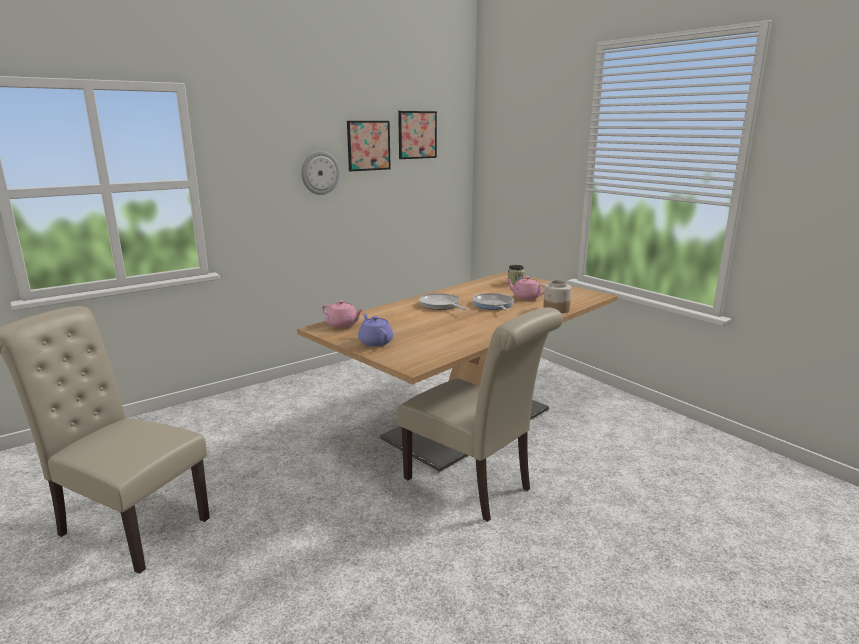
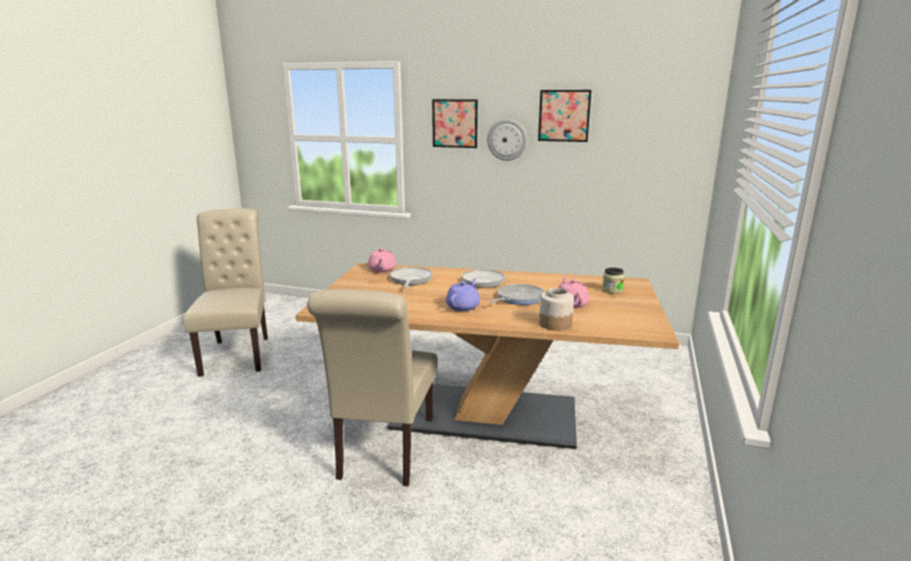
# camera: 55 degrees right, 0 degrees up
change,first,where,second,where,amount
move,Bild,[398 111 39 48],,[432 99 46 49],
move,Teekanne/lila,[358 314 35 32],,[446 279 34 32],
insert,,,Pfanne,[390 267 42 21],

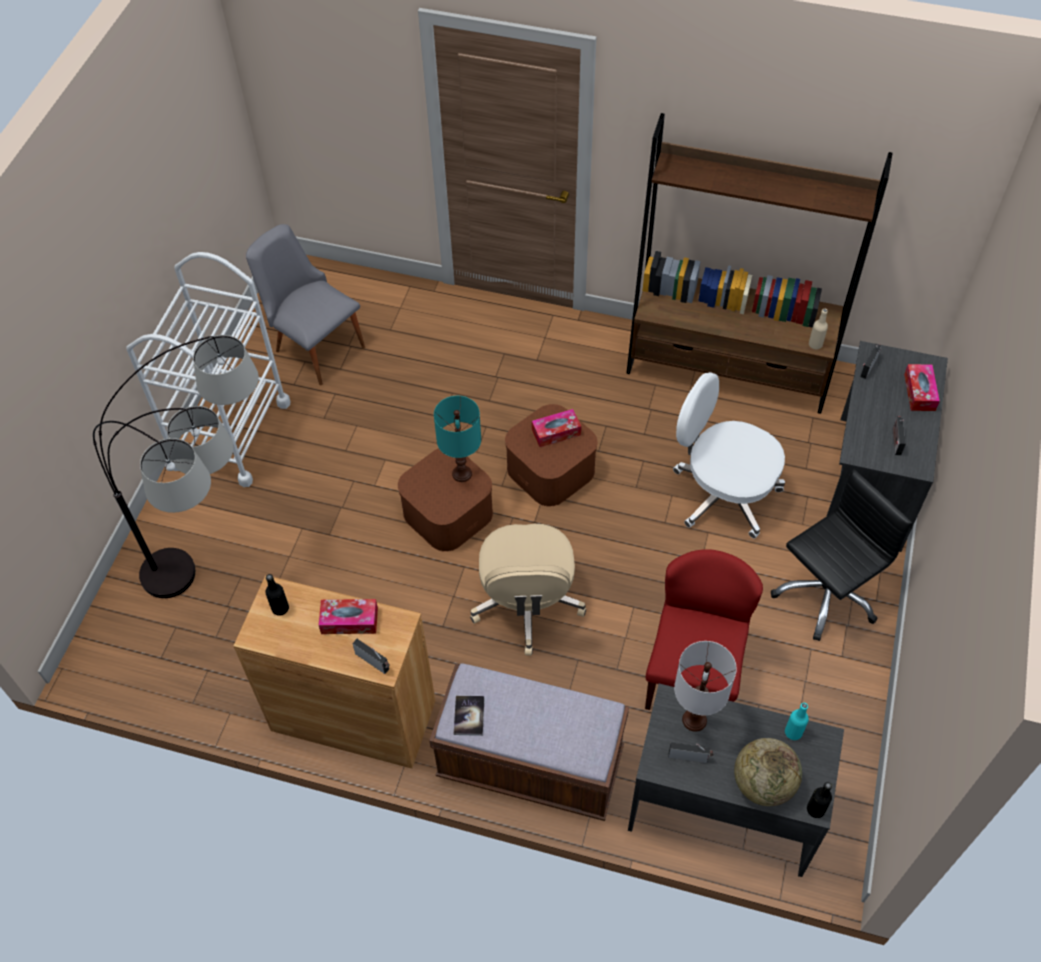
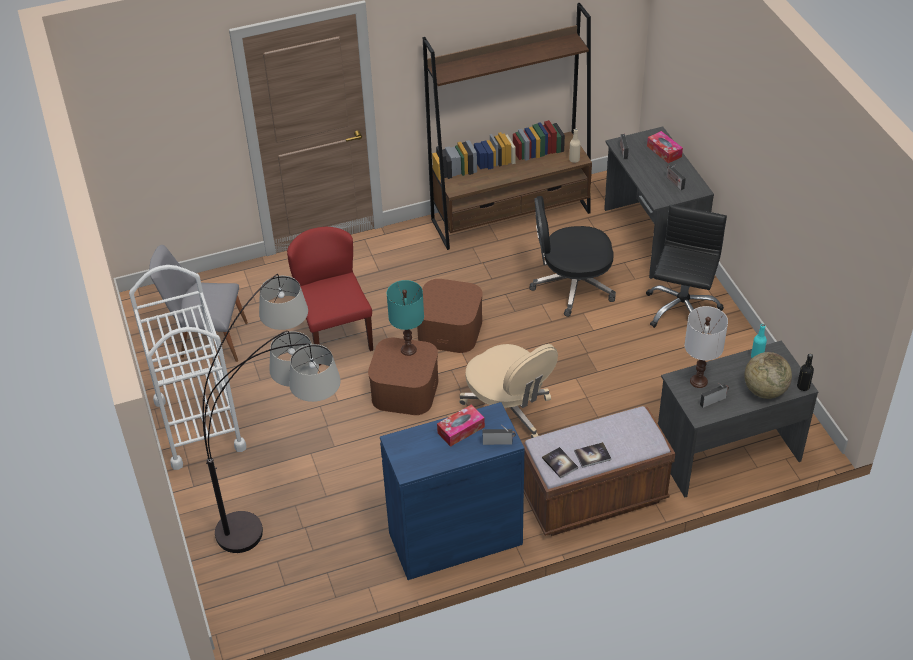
# camera: 35 degrees left, 10 degrees down
change,first,where,second,where,amount
recolor,Bürostuhl/weiß,[673 372 112 167],Bürostuhl/schwarz,[529 196 87 121],
delete,Taschentuchbox,[532 409 49 38],,,
move,Stuhl/rot,[645 549 118 161],,[287 227 86 139],
delete,Flasche/schwarz,[265 574 24 42],,,
recolor,Schrank/braun,[234 575 201 194],Schrank/blau,[380 402 144 178],
insert,,,Buch,[574 442 37 26],

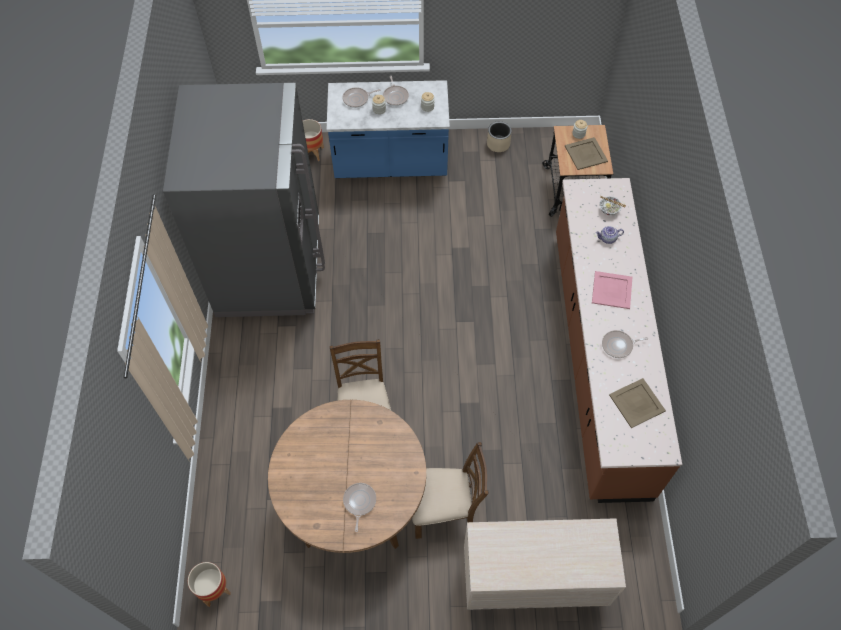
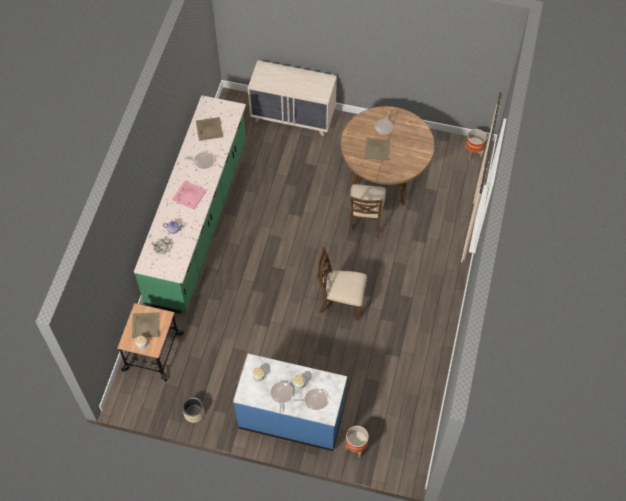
# camera: 165 degrees left, 0 degrees up
change,first,where,second,where,amount
delete,Kühlschrank/grau,[163 83 162 234],,,
recolor,Küchenzeile/braun,[556 178 126 325],Küchenzeile/grün,[134 95 112 219],
move,Stuhl/braun,[412 442 77 97],,[317 247 50 73],
insert,,,Tablett/beige,[364 138 26 22],

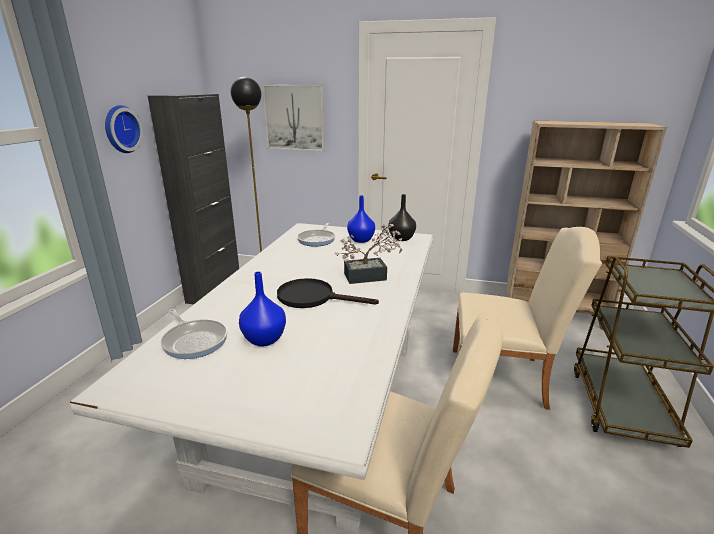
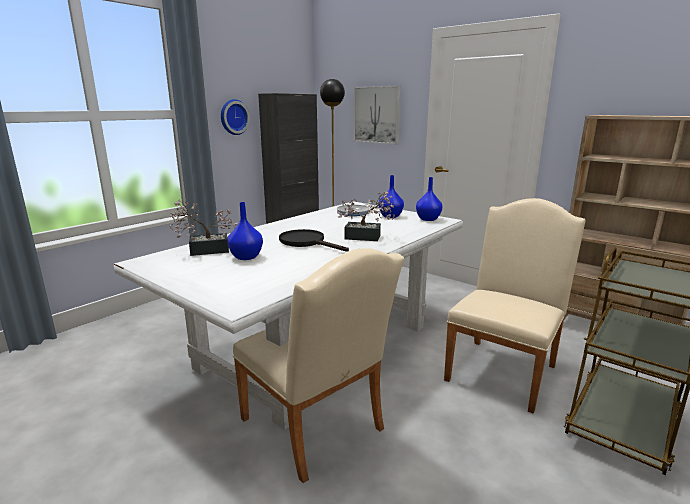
# camera: 25 degrees right, 5 degrees down
change,first,where,second,where,amount
recolor,Vase/schwarz,[388 194 28 47],Vase/blau,[416 177 26 44],
rotate,Stuhl/beige,[453 227 149 183],,[444 198 141 216],90 degrees counterclockwise
replace,Pfanne,[161 309 67 50],Topfpflanze,[170 200 68 56],

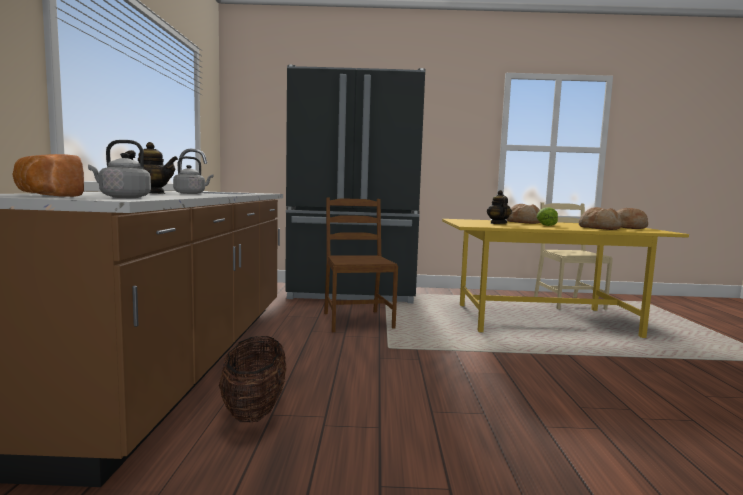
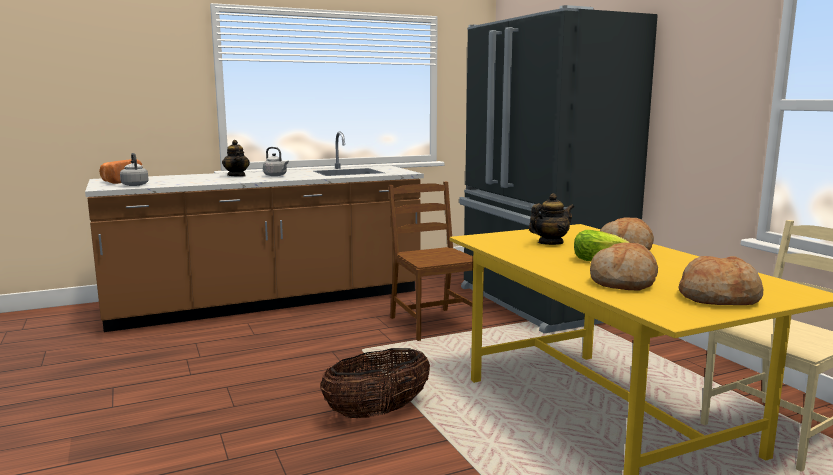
# camera: 65 degrees right, 5 degrees up
change,first,where,second,where,amount
rotate,Stuhl/braun,[324 198 74 134],,[389 182 95 159],75 degrees counterclockwise
move,Korb,[219 336 67 86],,[320 348 110 70],

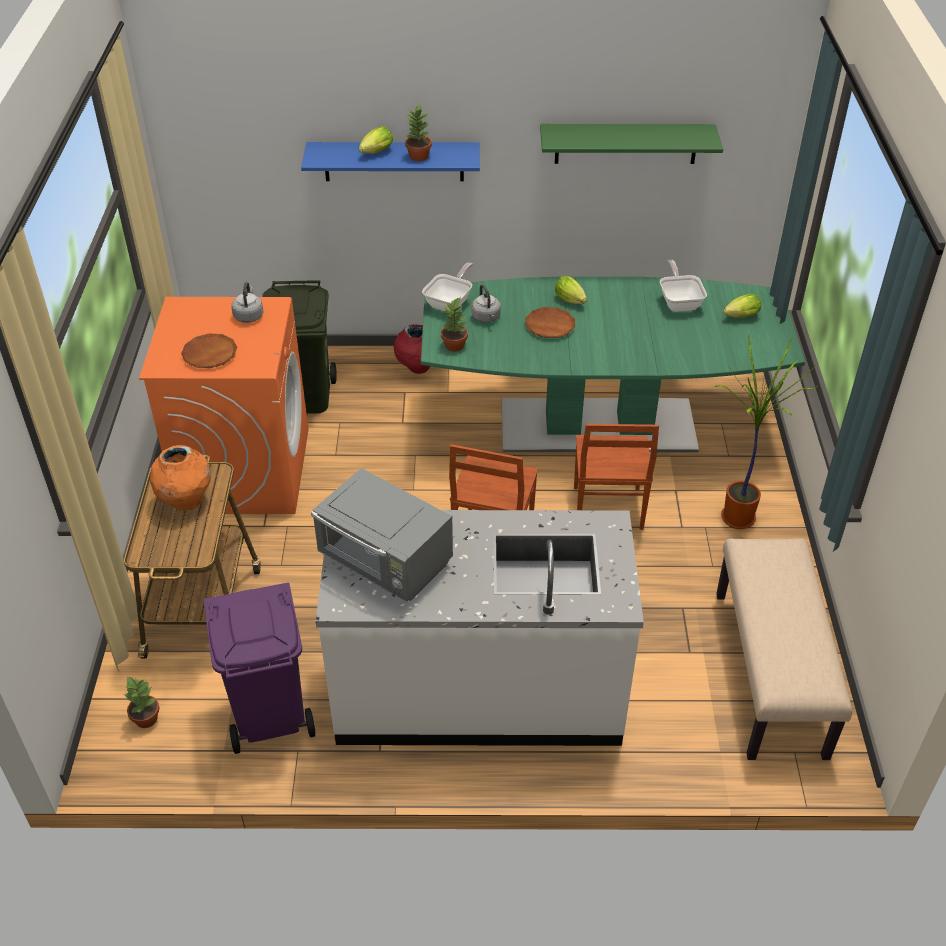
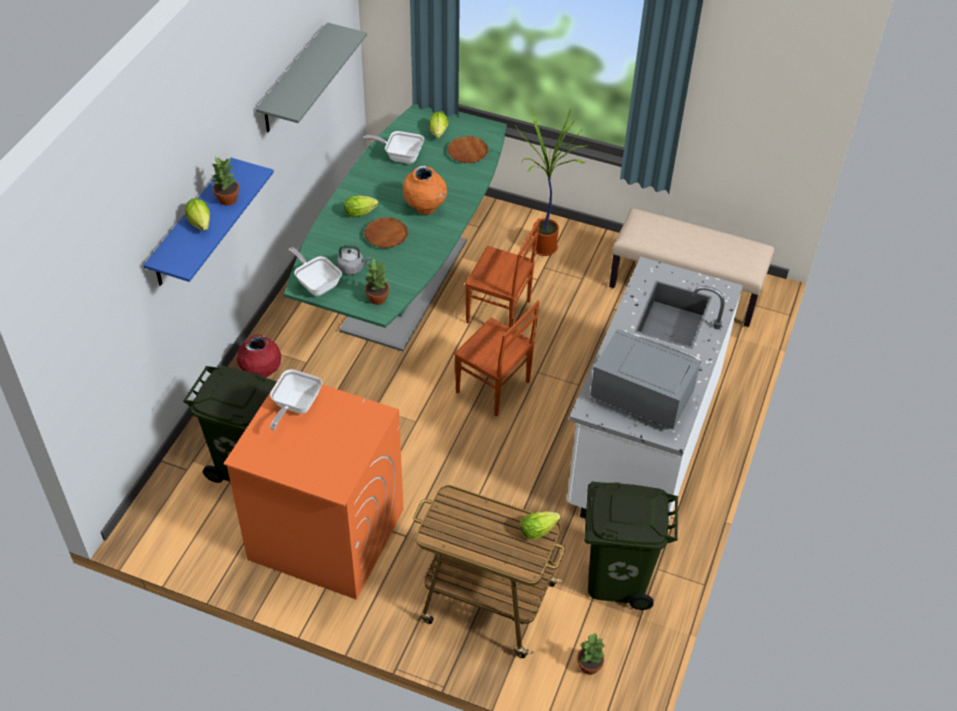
# camera: 70 degrees left, 5 degrees up
change,first,where,second,where,amount
recolor,Wandregal/grün,[540 124 183 40],Wandregal/grau,[256 22 111 110],
replace,Wasserkessel/grau,[231 282 32 41],Pfanne,[270 369 52 61],
move,Teller/braun,[181 333 57 35],,[448 136 41 27],
move,Vase/orange,[150 445 61 65],,[403 166 44 49],
rotate,Mikrowelle/grau,[311 468 142 134],,[590 329 112 100],120 degrees counterclockwise
recolor,Mülleimer/lila,[203 583 112 171],Mülleimer/grün,[584 481 94 129],
insert,,,Salatkopf,[520 511 41 28],

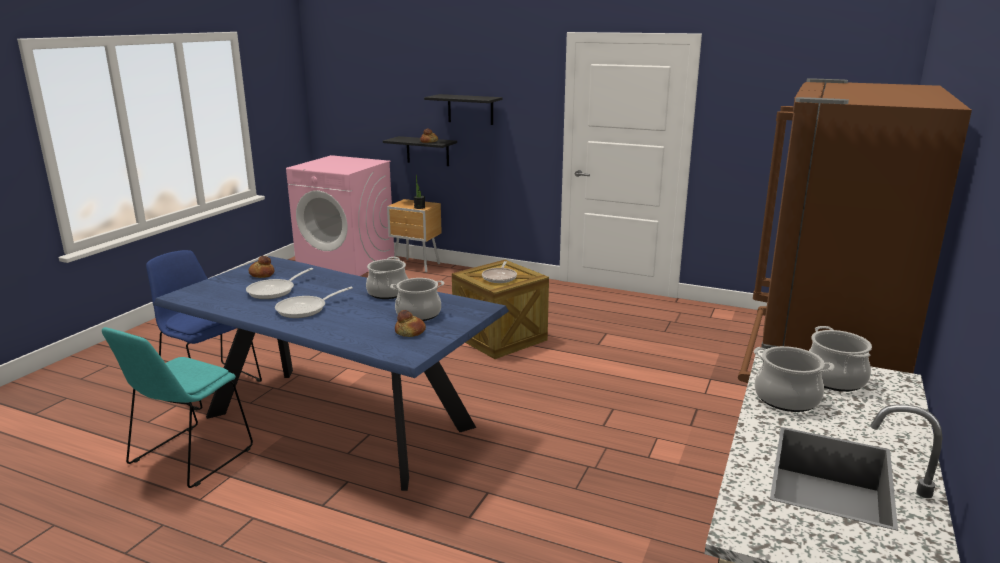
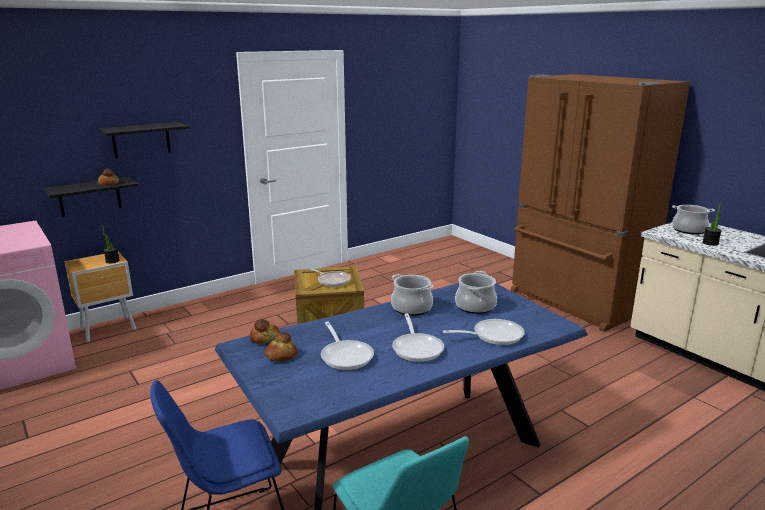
# camera: 60 degrees left, 0 degrees up
change,first,where,second,where,amount
move,Brot,[395 310 31 27],,[249 319 31 25],
replace,Kochtopf,[754 346 80 66],Topfpflanze,[703 203 18 43],
insert,,,Pfanne,[443 319 82 26],

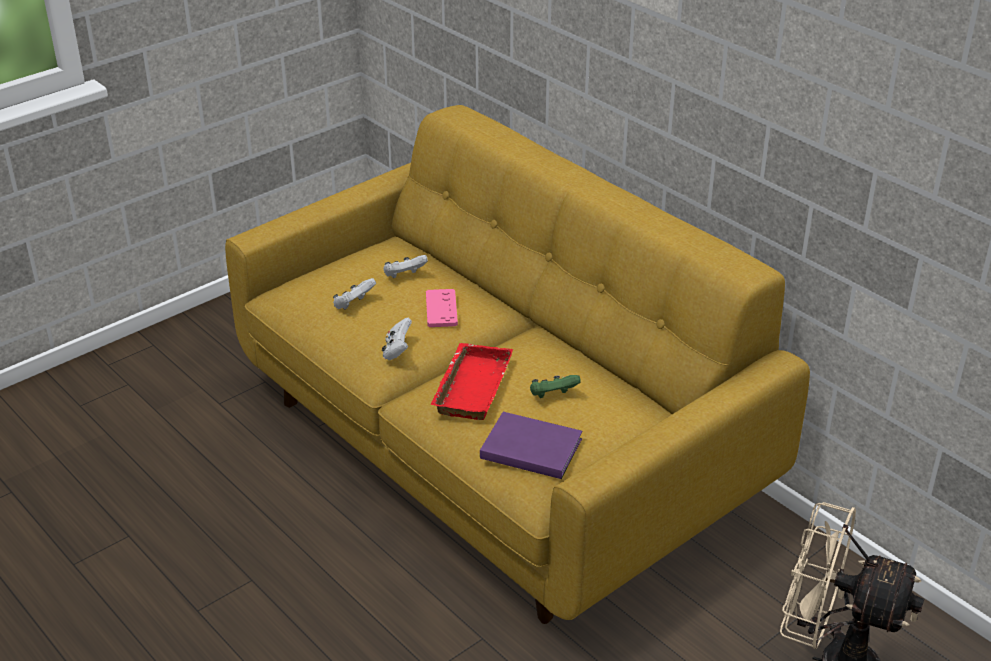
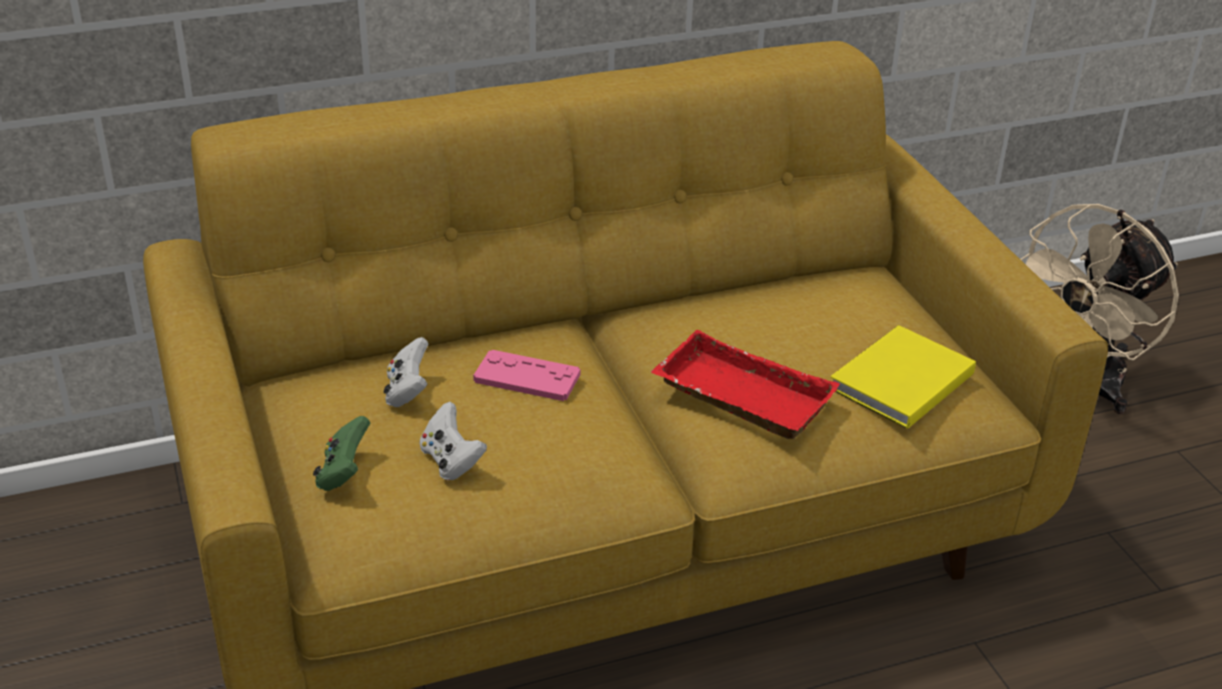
# camera: 70 degrees left, 0 degrees up
change,first,where,second,where,amount
delete,Gamepad/weiß,[382 318 30 42],,,
move,Gamepad/grün,[530 375 51 23],,[313 416 57 75],
recolor,Buch/lila,[480 412 102 67],Buch/gelb,[831 325 145 104],

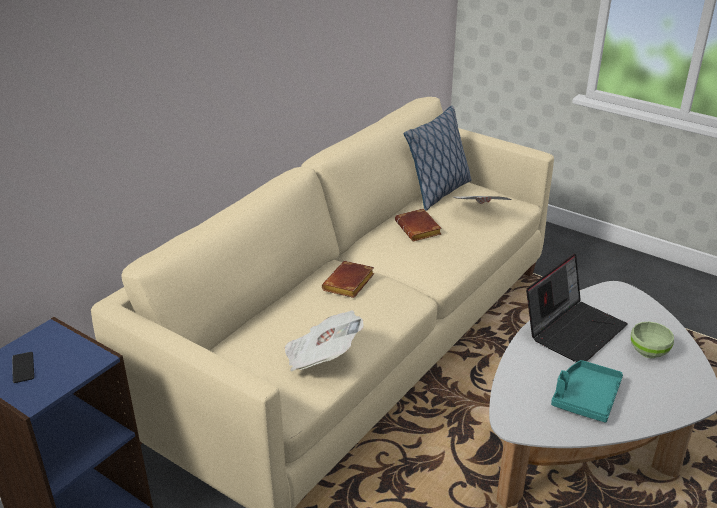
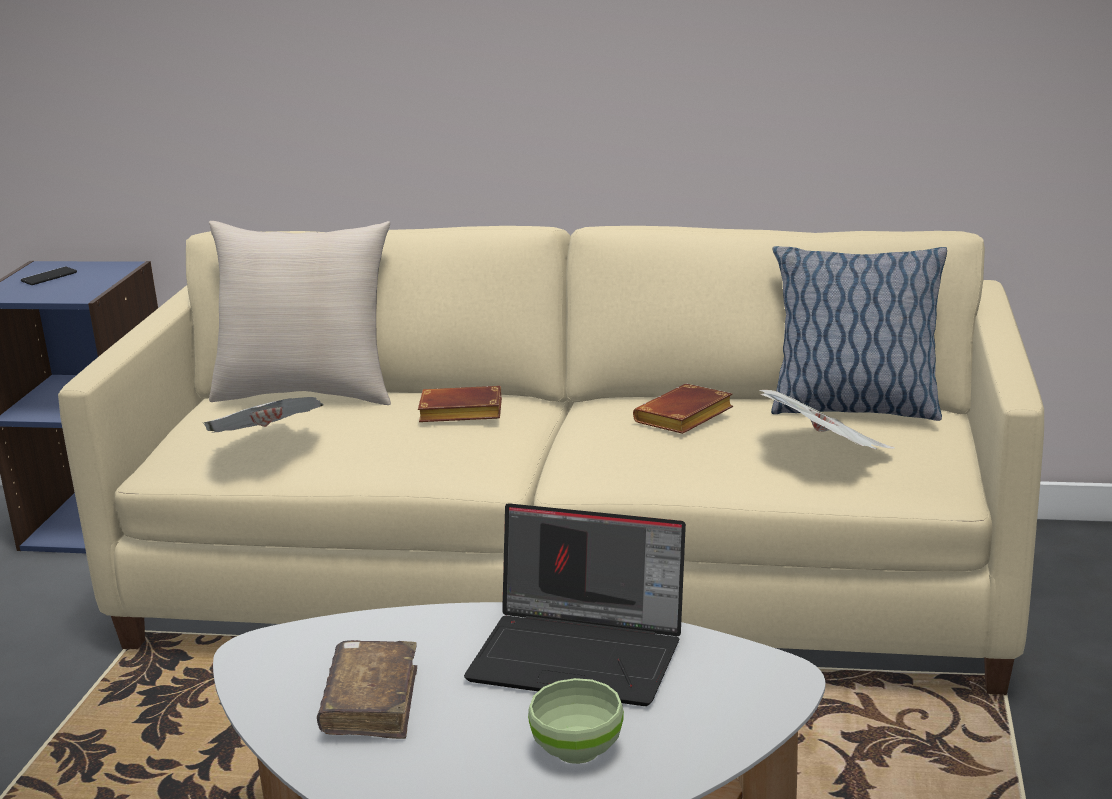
# camera: 65 degrees right, 10 degrees down
change,first,where,second,where,amount
replace,Tablett/türkis,[551 360 72 62],Buch/braun,[317 640 100 99],
insert,,,Kissen/beige,[209 221 182 184],

